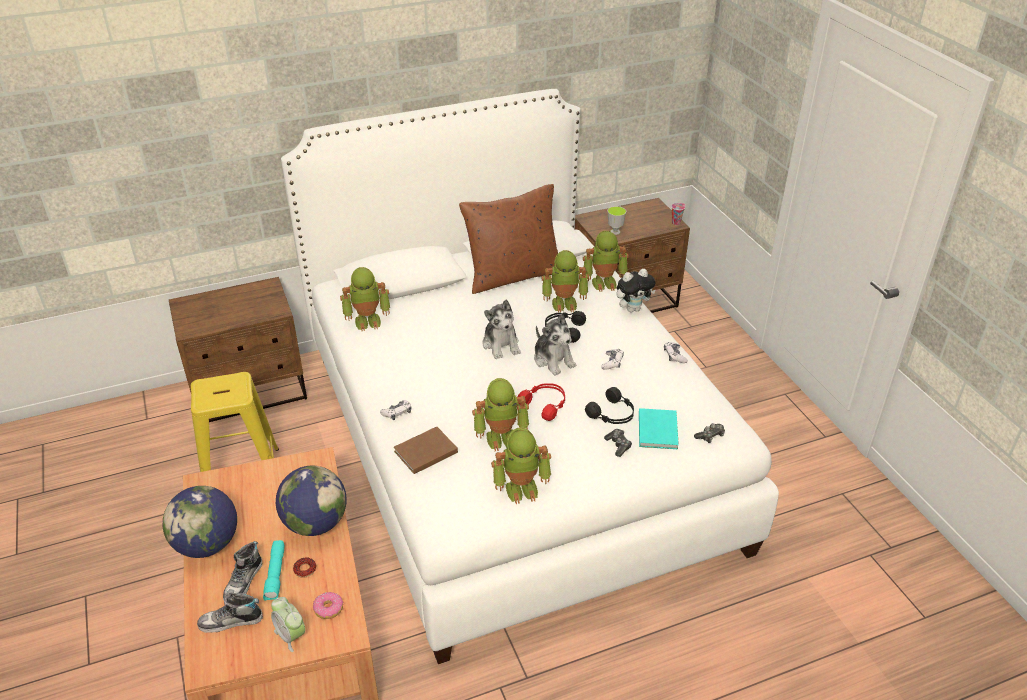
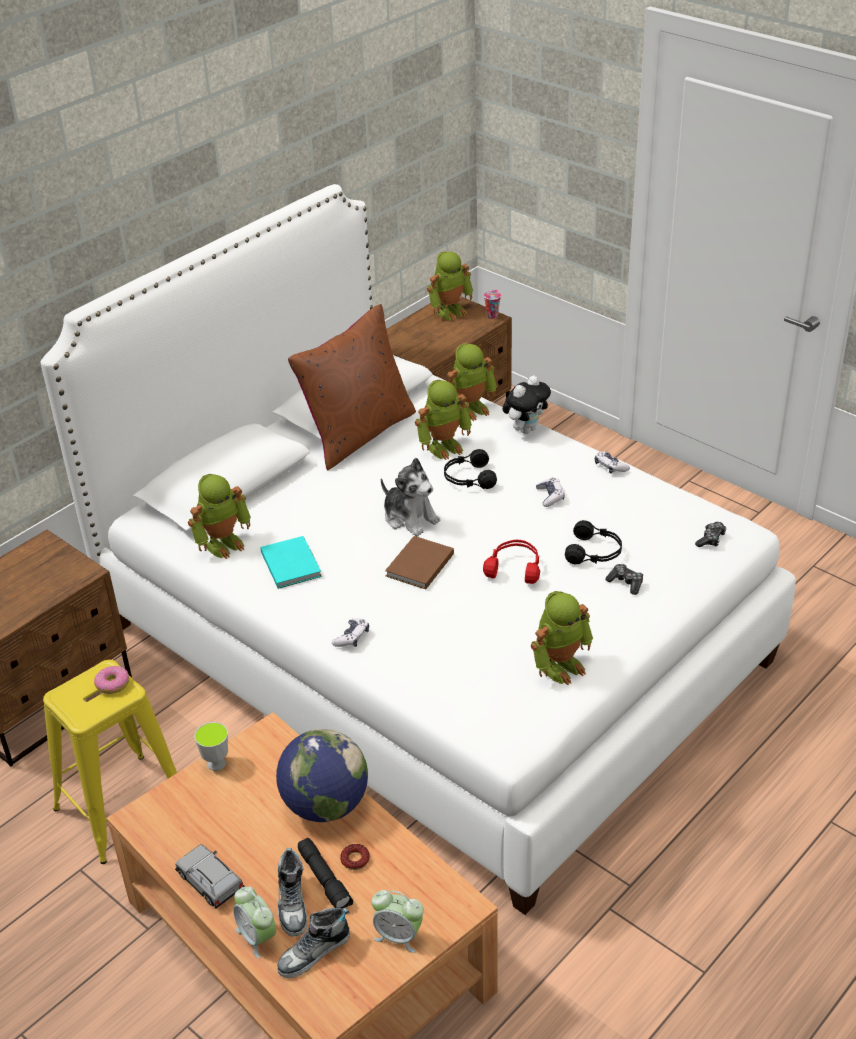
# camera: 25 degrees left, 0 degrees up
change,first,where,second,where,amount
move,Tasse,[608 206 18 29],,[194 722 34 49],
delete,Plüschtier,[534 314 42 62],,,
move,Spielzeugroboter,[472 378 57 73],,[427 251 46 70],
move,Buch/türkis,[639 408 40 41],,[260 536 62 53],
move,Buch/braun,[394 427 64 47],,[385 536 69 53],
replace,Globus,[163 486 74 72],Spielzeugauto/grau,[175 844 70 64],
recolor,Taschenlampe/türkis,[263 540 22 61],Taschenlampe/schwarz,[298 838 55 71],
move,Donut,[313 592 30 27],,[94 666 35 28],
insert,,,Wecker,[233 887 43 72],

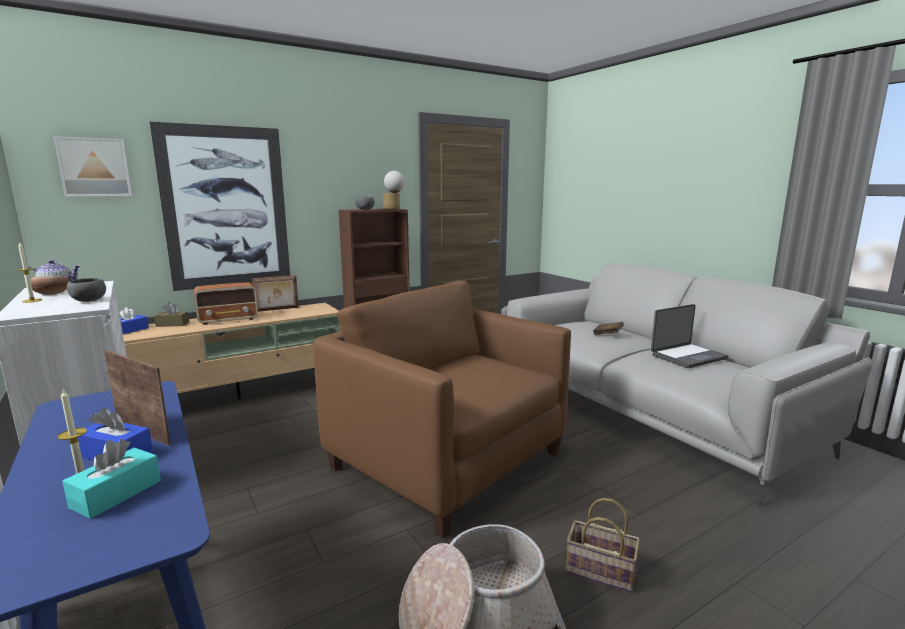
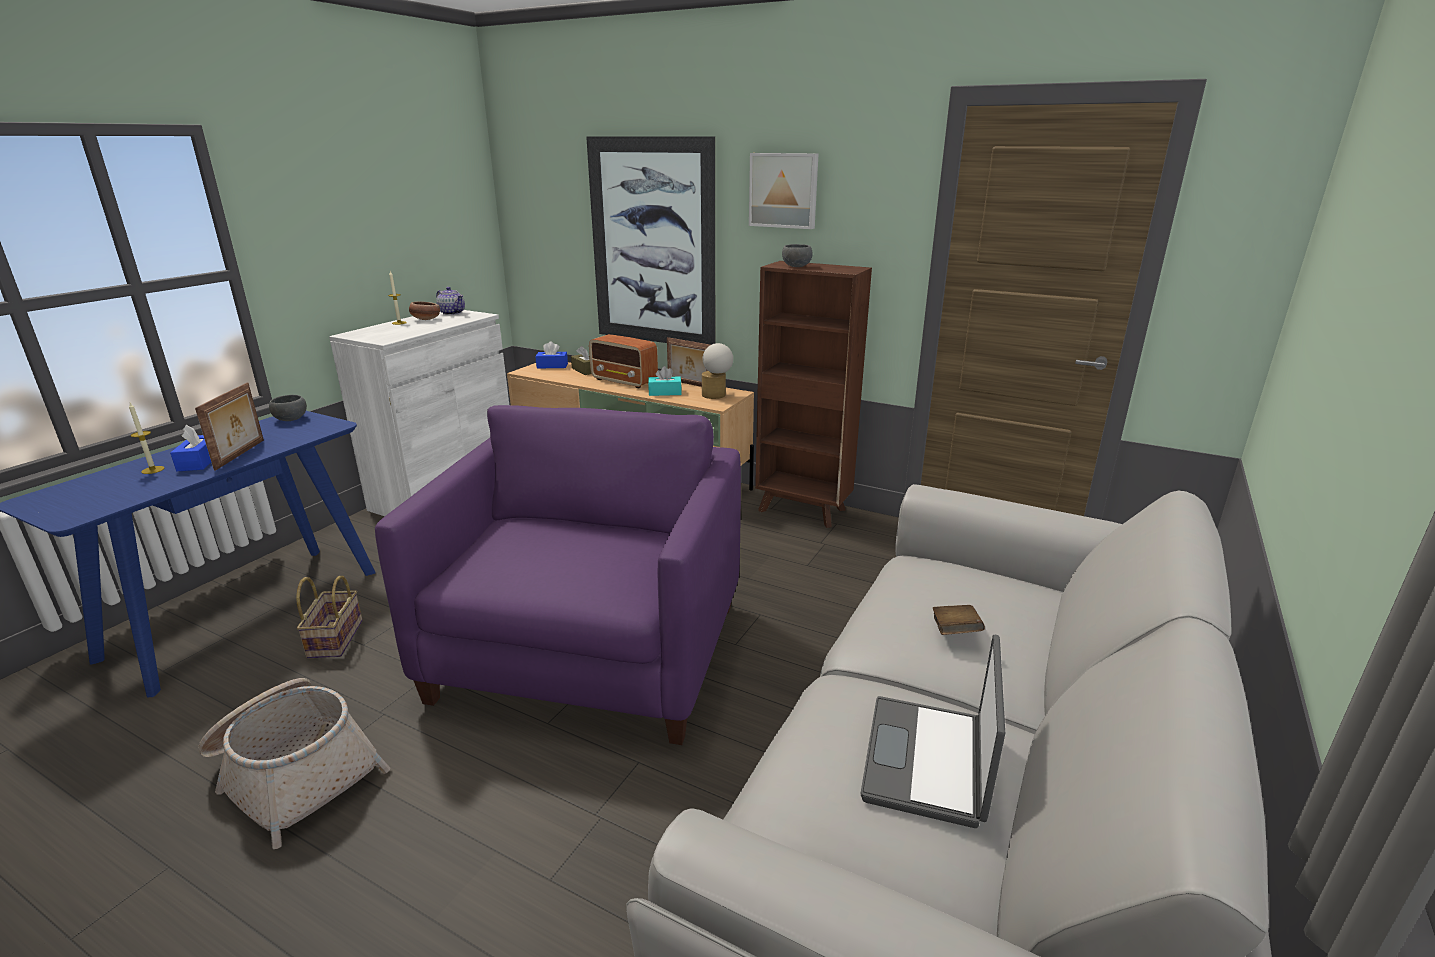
# camera: 60 degrees right, 10 degrees up
change,first,where,second,where,amount
move,Bild,[54 136 78 61],,[749 153 70 76],
move,Tischlampe,[383 171 22 38],,[702 343 31 56],
move,Schüssel/grau,[67 278 39 24],,[269 395 38 26],
recolor,Sessel/braun,[314 281 257 258],Sessel/lila,[375 405 366 340],
rotate,Laptop,[651 304 77 64],,[861 634 144 194],75 degrees clockwise
move,Taschentuchbox/türkis,[62 439 99 80],,[648 366 33 30],
move,Korb,[566 498 74 95],,[296 576 66 83],

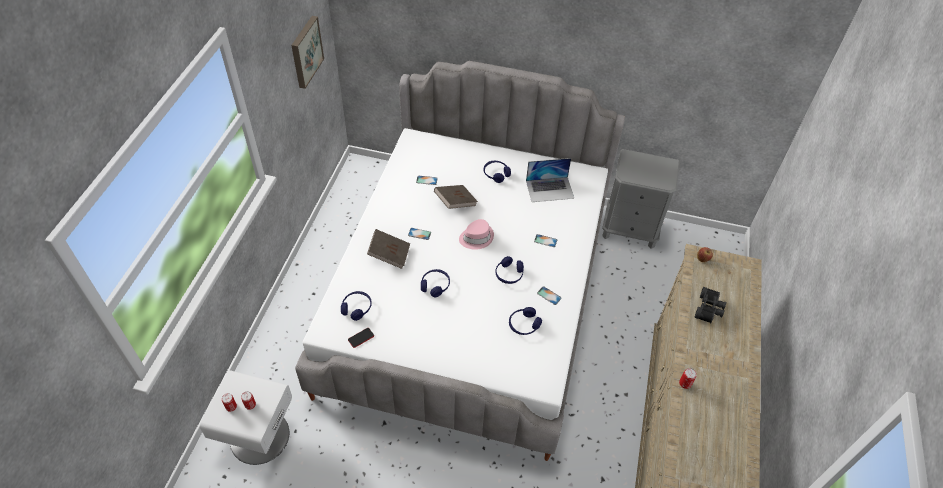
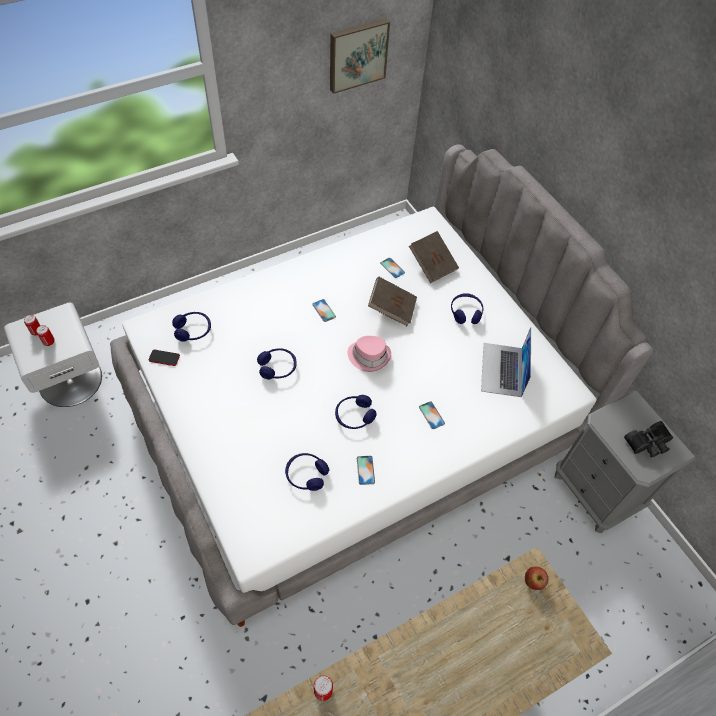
# camera: 45 degrees right, 5 degrees up
change,first,where,second,where,amount
rotate,Laptop,[526 158 48 44],,[481 327 50 70],60 degrees clockwise
move,Buch/braun,[367 229 43 40],,[409 231 50 52],
move,Fernglas/schwarz,[694 287 32 36],,[624 421 49 37],

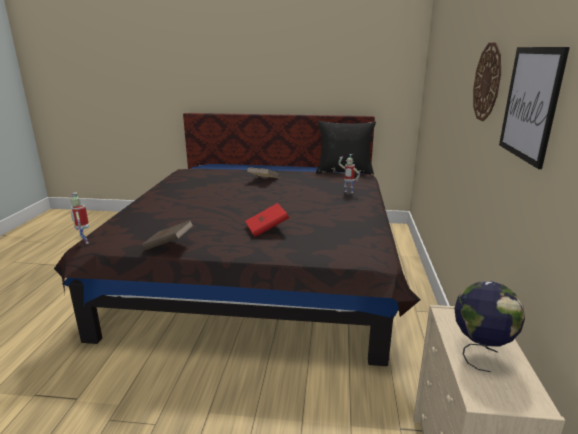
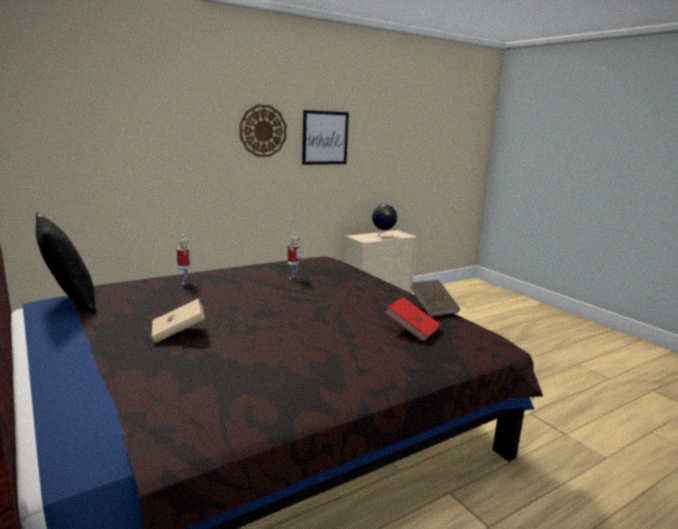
# camera: 130 degrees left, 5 degrees down
change,first,where,second,where,amount
move,Spielzeugroboter,[69 192 20 52],,[288 232 15 47],
move,Buch/rot,[245 203 44 34],,[384 297 57 45],

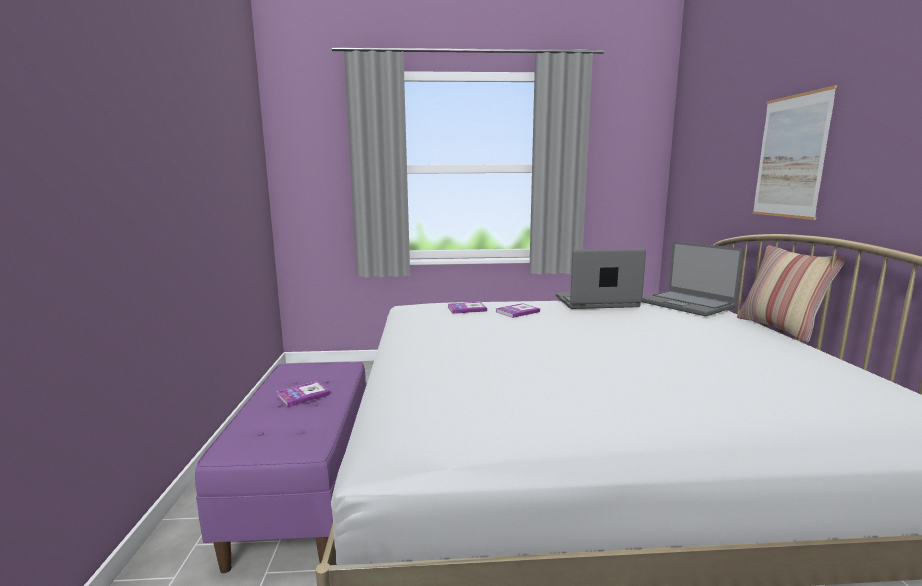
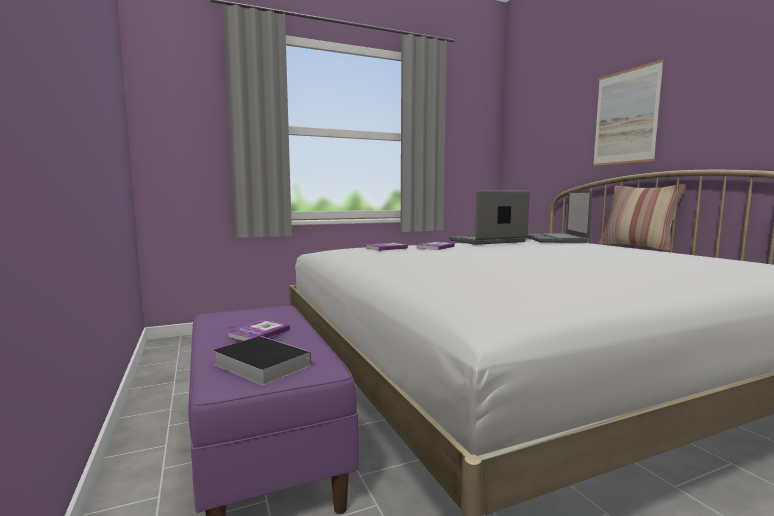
# camera: 20 degrees left, 5 degrees down
change,first,where,second,where,amount
rotate,Laptop,[642 241 101 75],,[527 190 66 53],60 degrees clockwise
insert,,,Buch,[213 336 98 50],

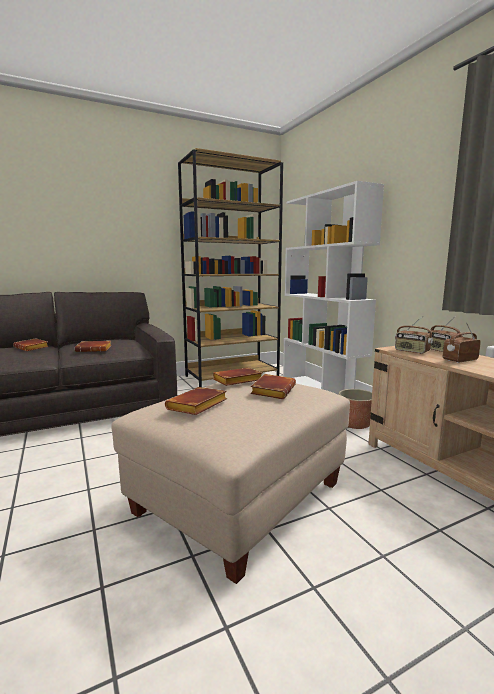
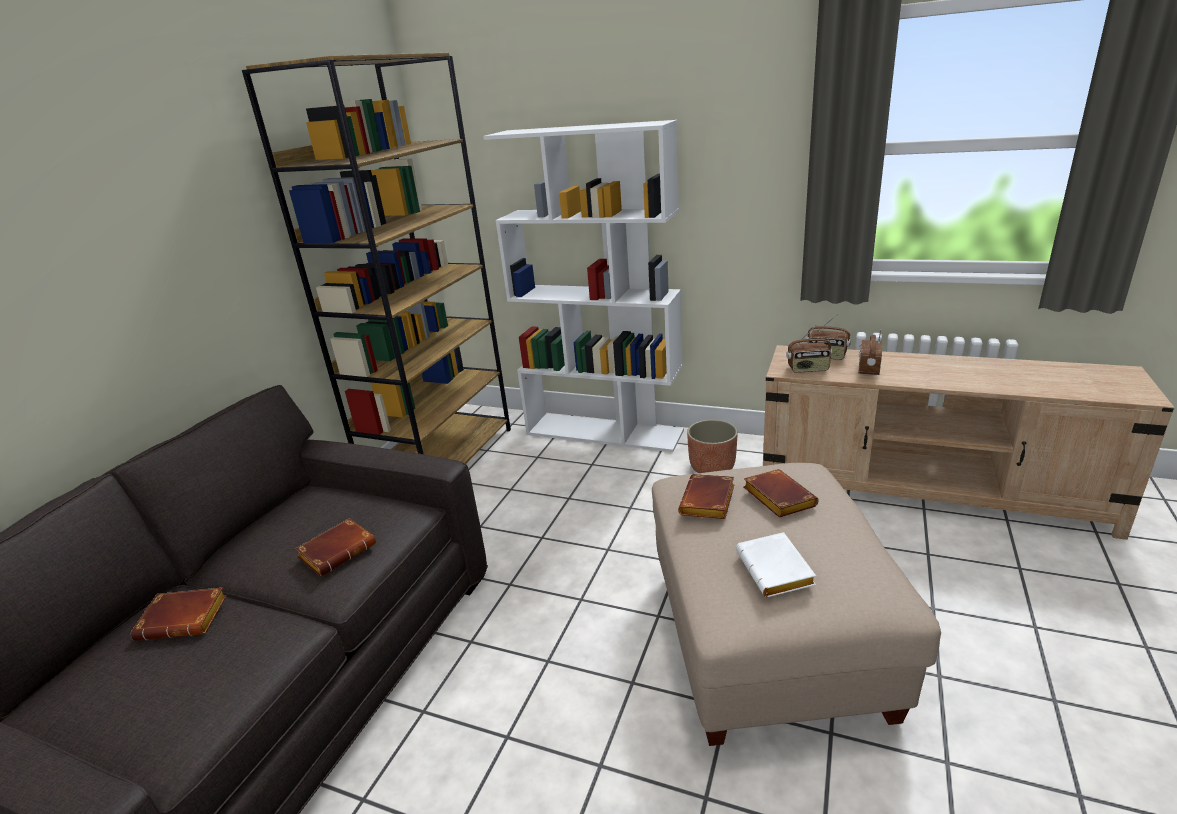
# camera: 40 degrees left, 15 degrees up
change,first,where,second,where,amount
recolor,Buch/braun,[165 387 62 28],Buch/weiß,[736 532 80 65],

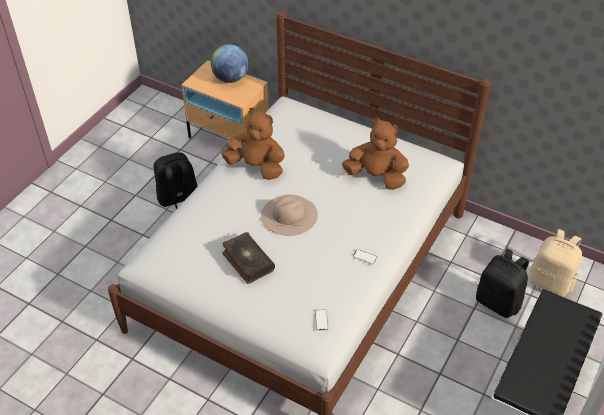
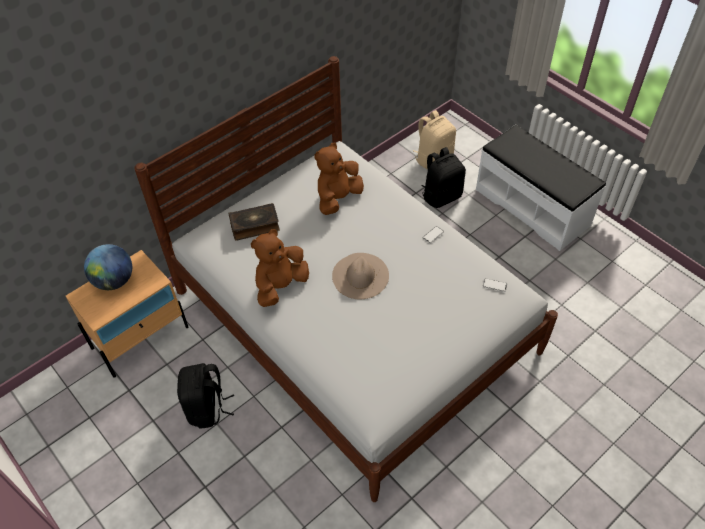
# camera: 70 degrees left, 5 degrees up
change,first,where,second,where,amount
move,Buch,[222 232 53 52],,[228 203 52 38],

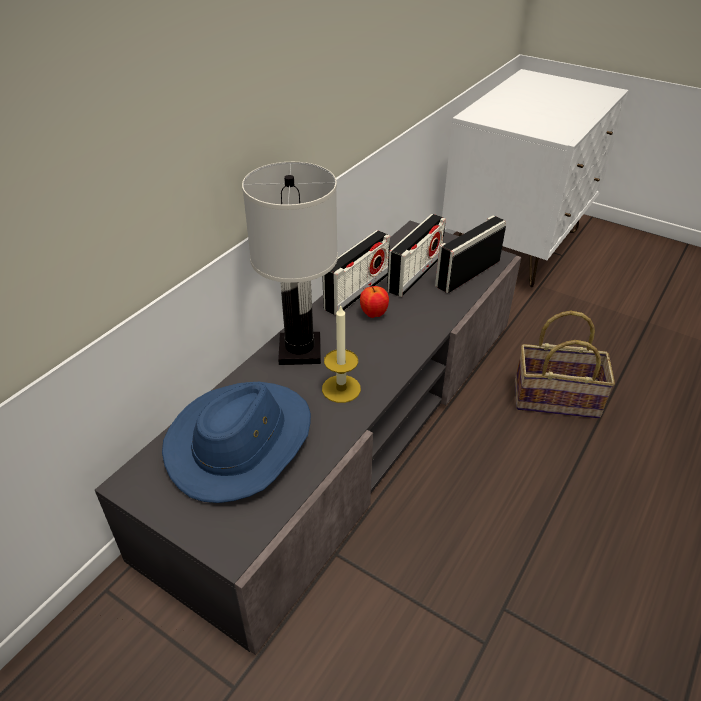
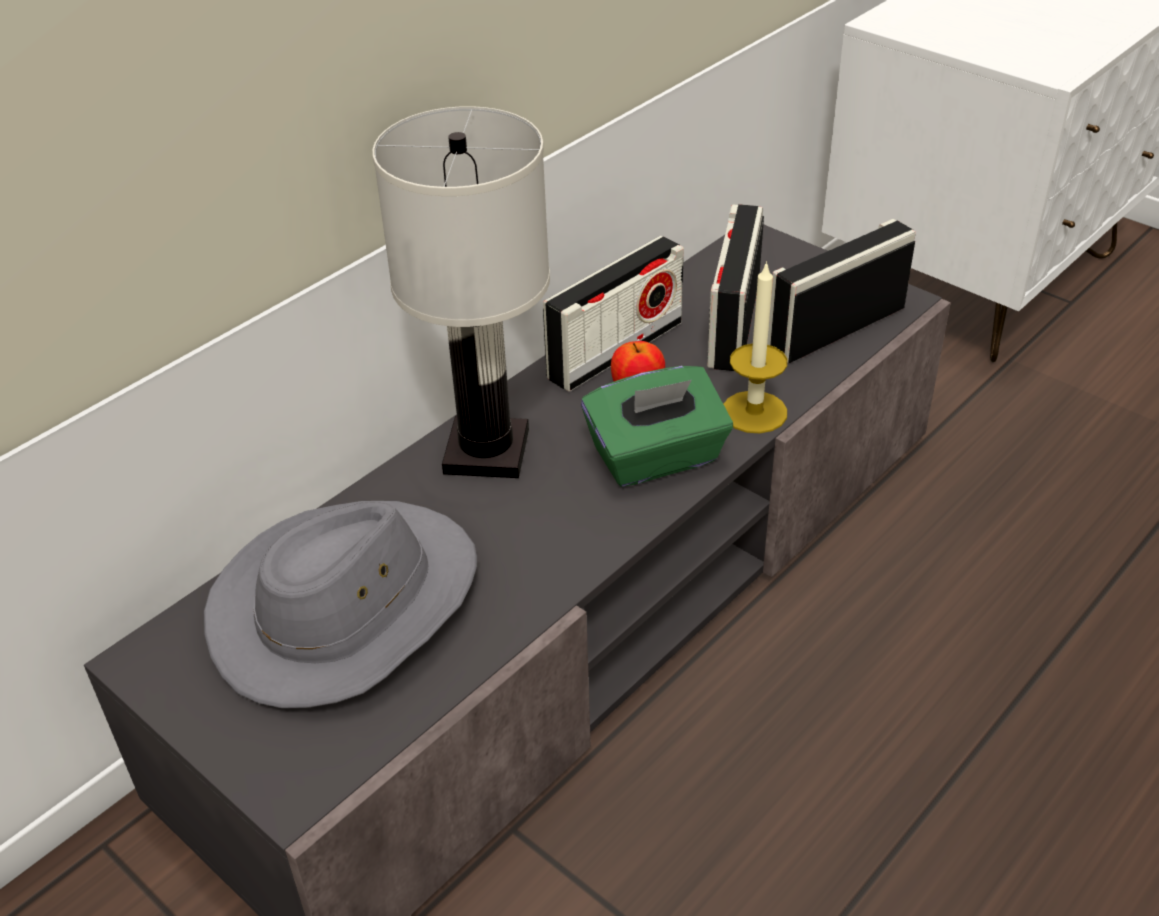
# camera: 10 degrees right, 0 degrees up
change,first,where,second,where,amount
rotate,Radio,[387 214 59 83],,[707 204 57 167],150 degrees clockwise
move,Kerze,[322 304 39 99],,[724 261 63 172],
delete,Korb,[515 311 100 107],,,
recolor,Hut/blau,[162 382 149 121],Hut/grau,[204 501 273 208],
insert,,,Taschentuchbox/grün,[581 366 152 121],

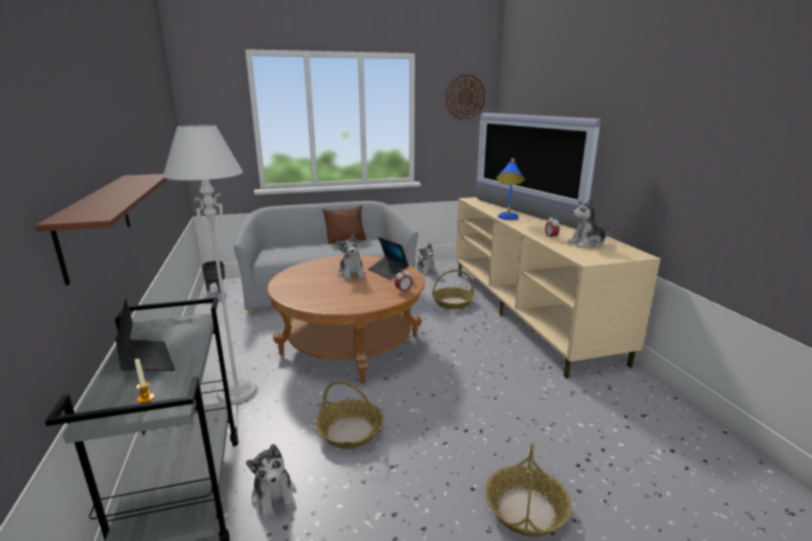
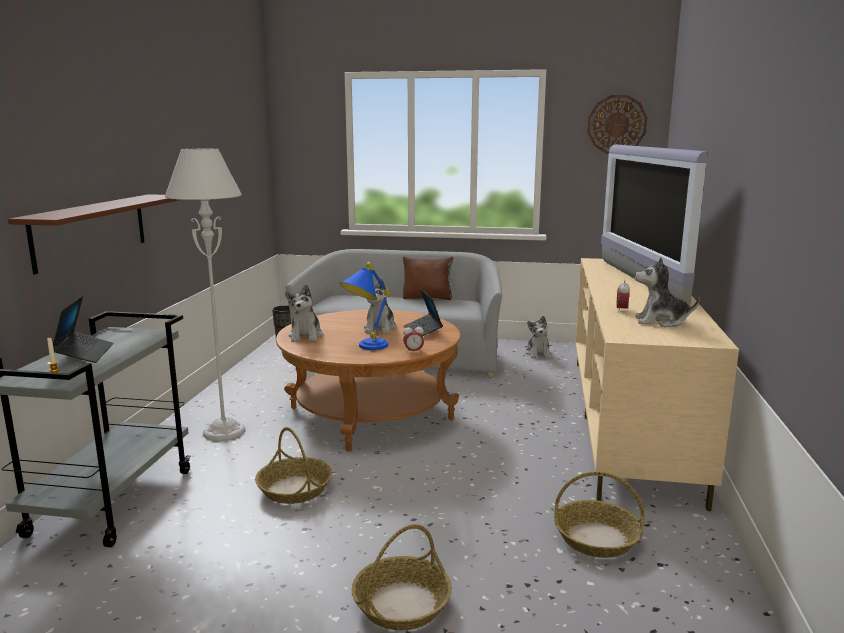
# camera: 25 degrees right, 5 degrees down
change,first,where,second,where,amount
move,Tischlampe/blau,[496 158 29 62],,[340 262 51 88],
move,Korb,[432 270 42 39],,[554 471 91 87],
move,Plüschtier,[246 444 50 75],,[285 285 38 57],

